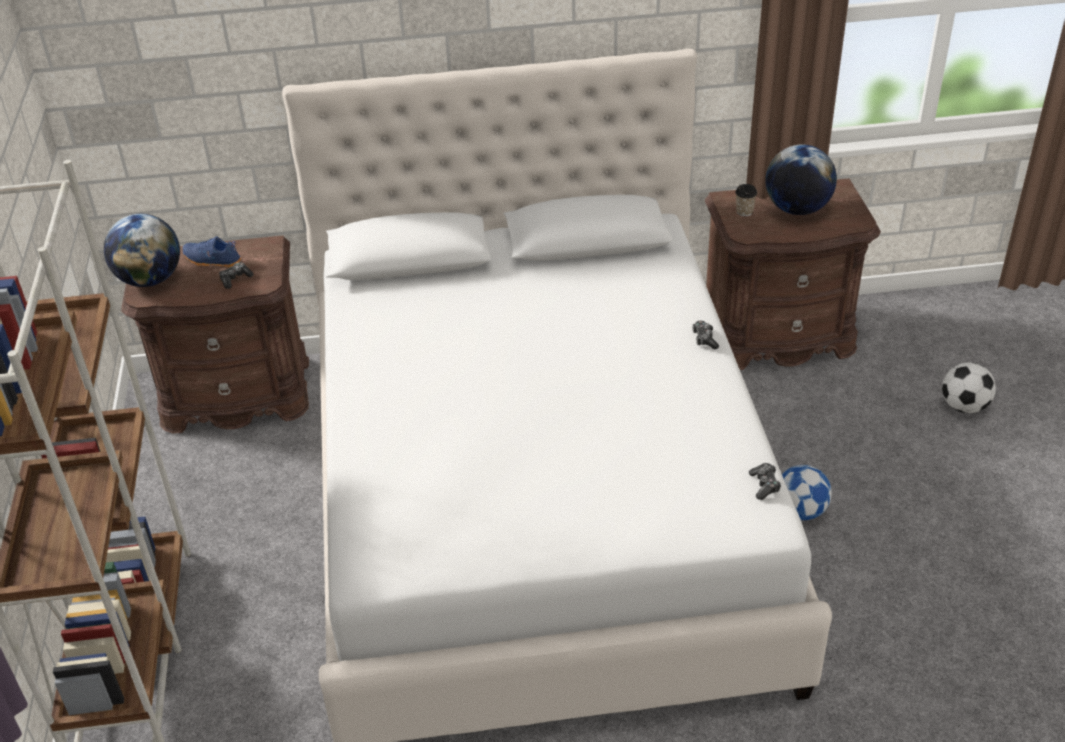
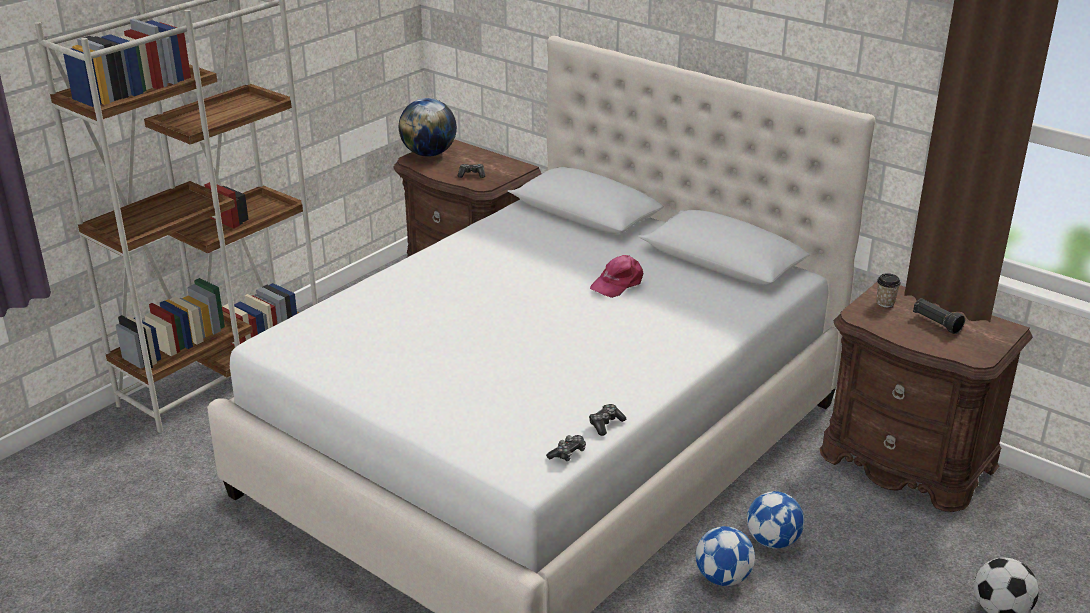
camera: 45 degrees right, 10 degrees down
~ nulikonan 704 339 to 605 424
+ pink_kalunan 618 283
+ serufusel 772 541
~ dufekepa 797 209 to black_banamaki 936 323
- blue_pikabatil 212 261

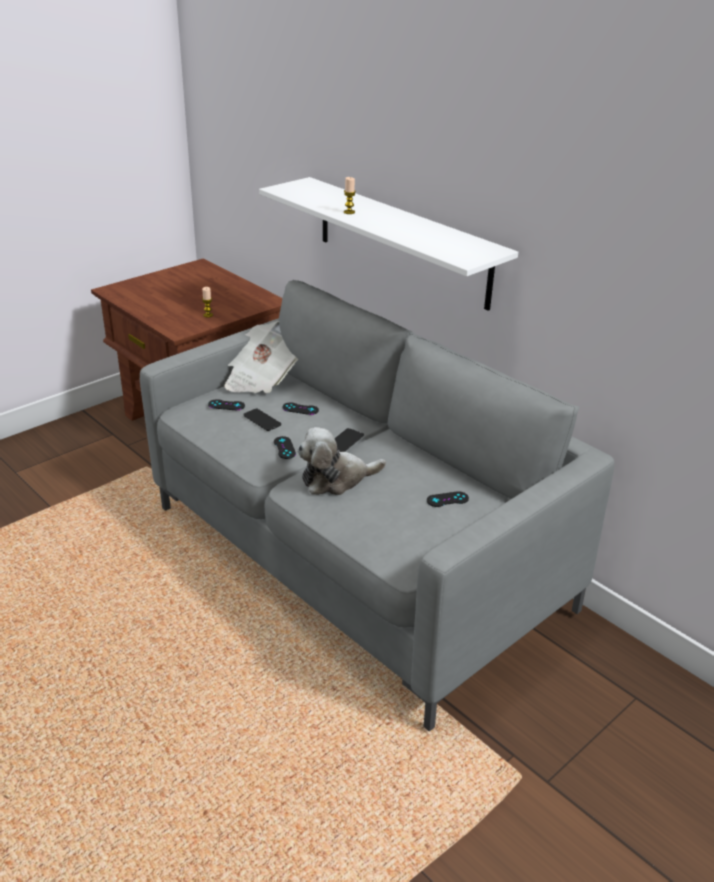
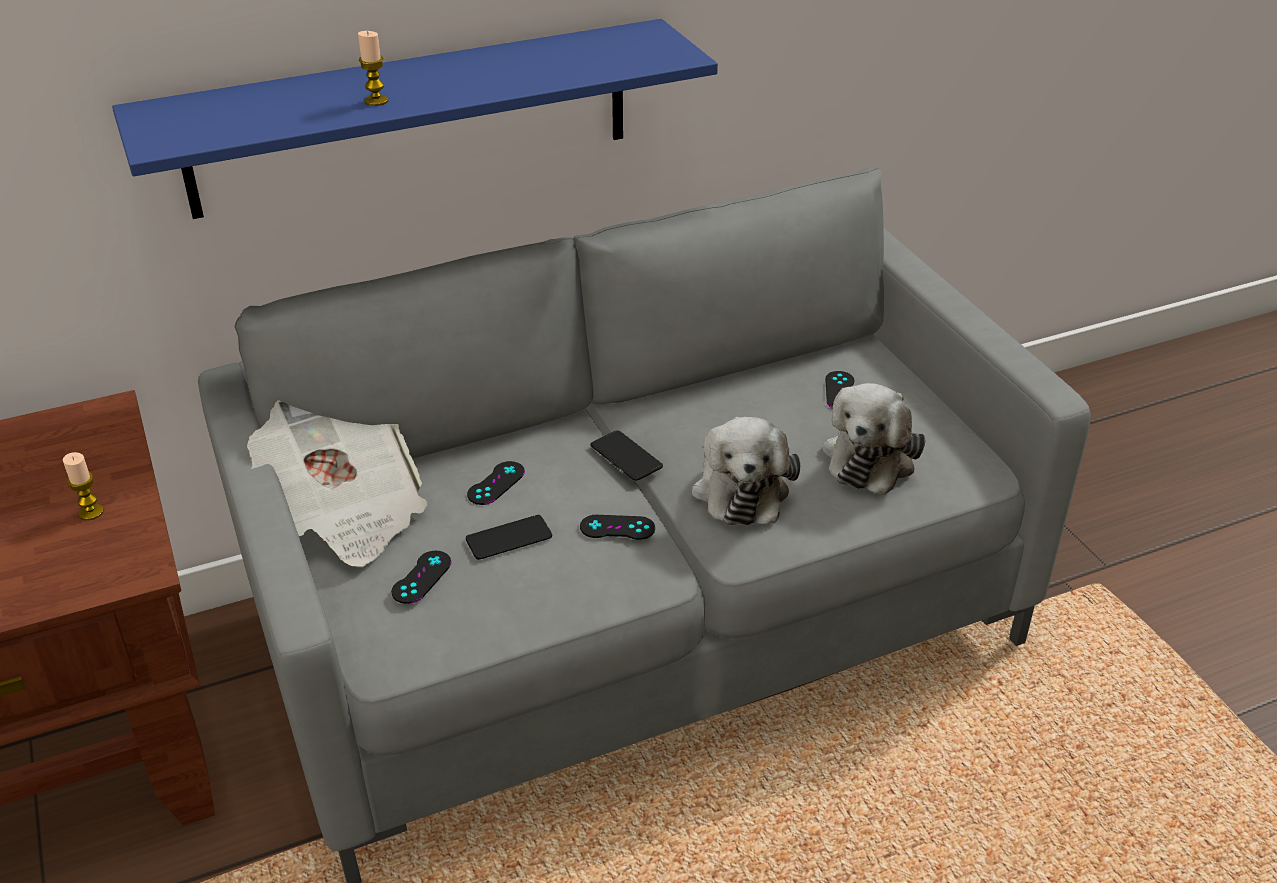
camera: 70 degrees left, 5 degrees up
~ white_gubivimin 402 242 to blue_gubivimin 412 118
+ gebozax 871 456

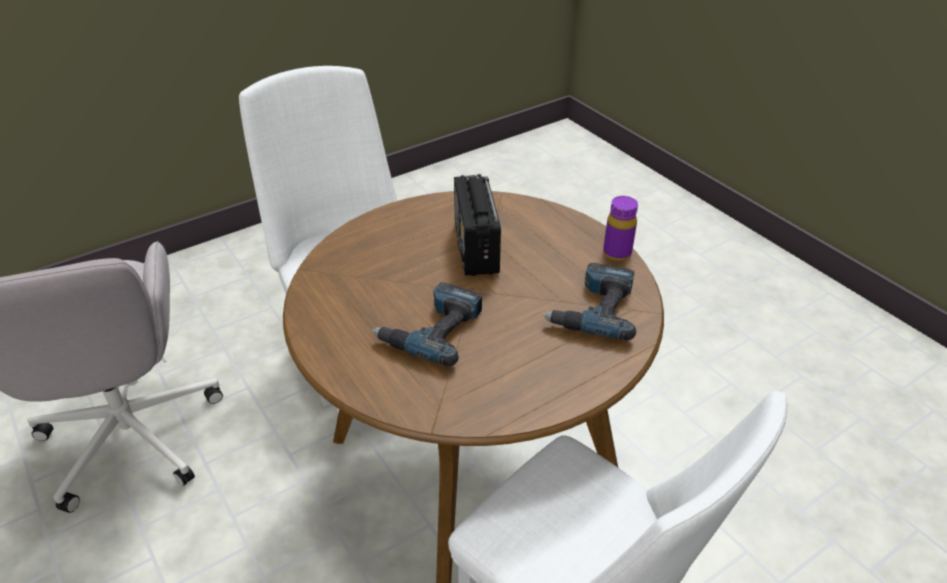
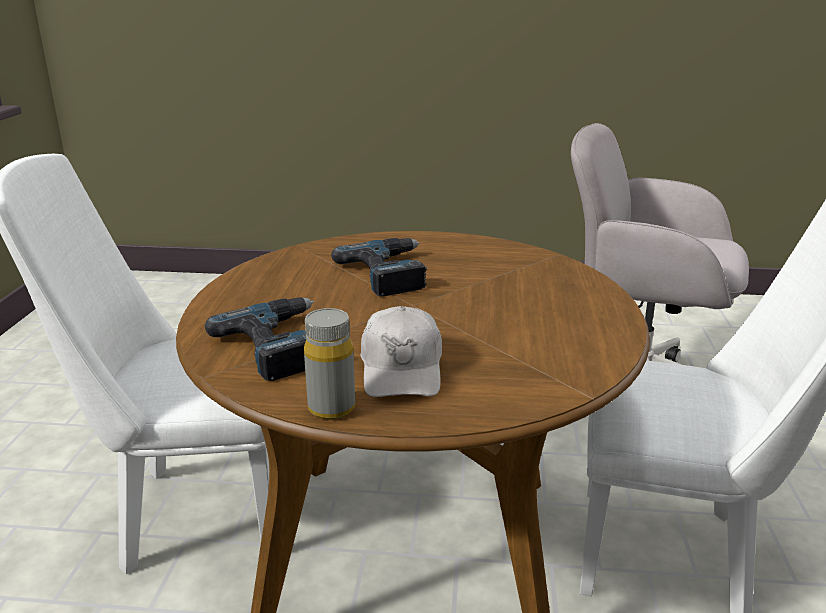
camera: 130 degrees right, 15 degrees down
~ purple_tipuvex 617 253 to grey_tipuvex 331 408
+ white_kalunan 402 369
- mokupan 476 249

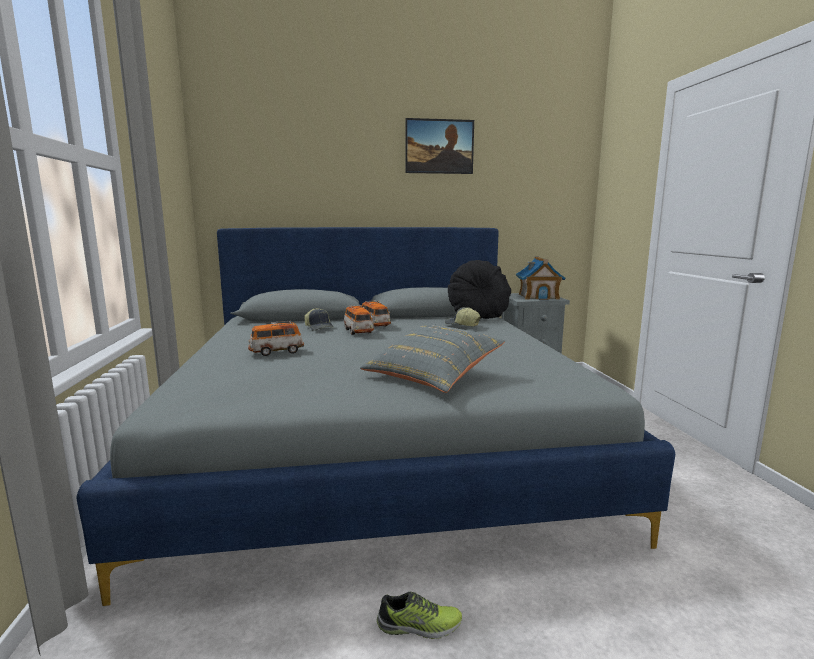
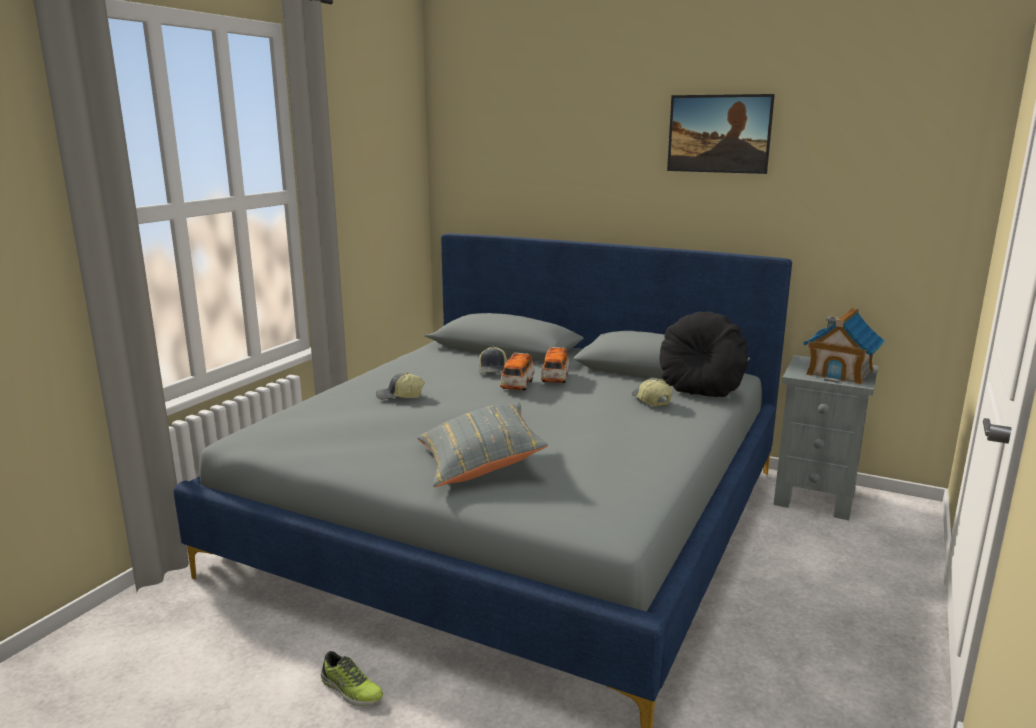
camera: 35 degrees right, 5 degrees up
~ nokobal 276 352 to kalunan 399 397

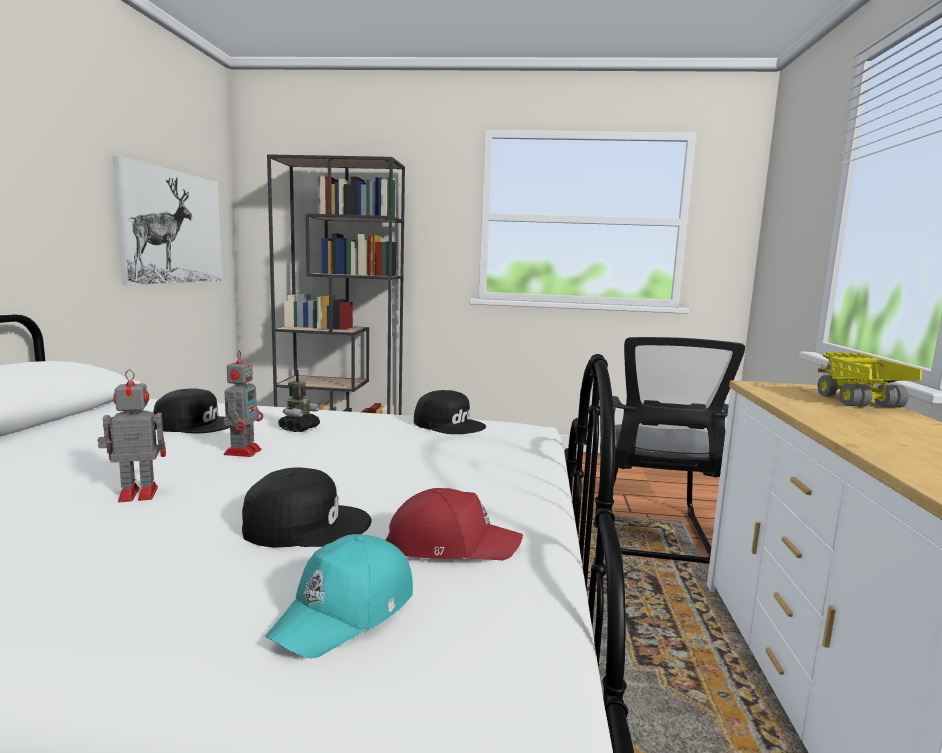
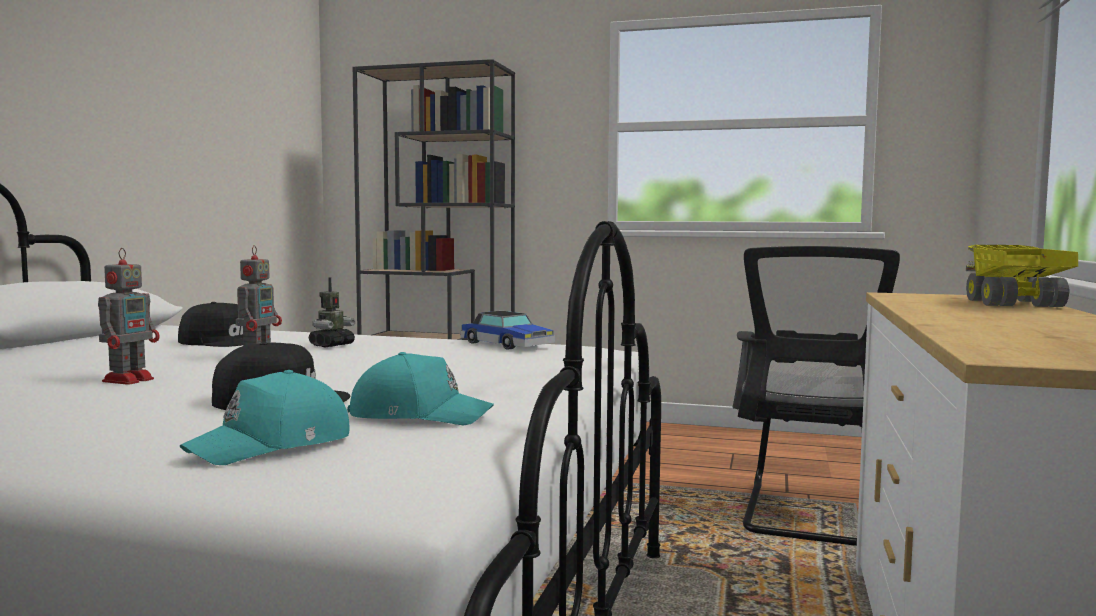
camera: 10 degrees right, 5 degrees down
~ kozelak 136 494 = 130 380 120 degrees clockwise
~ red_kalunan 450 545 to turquoise_kalunan 418 415
~ black_kalunan 449 424 to nokobal 506 345
- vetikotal 172 227

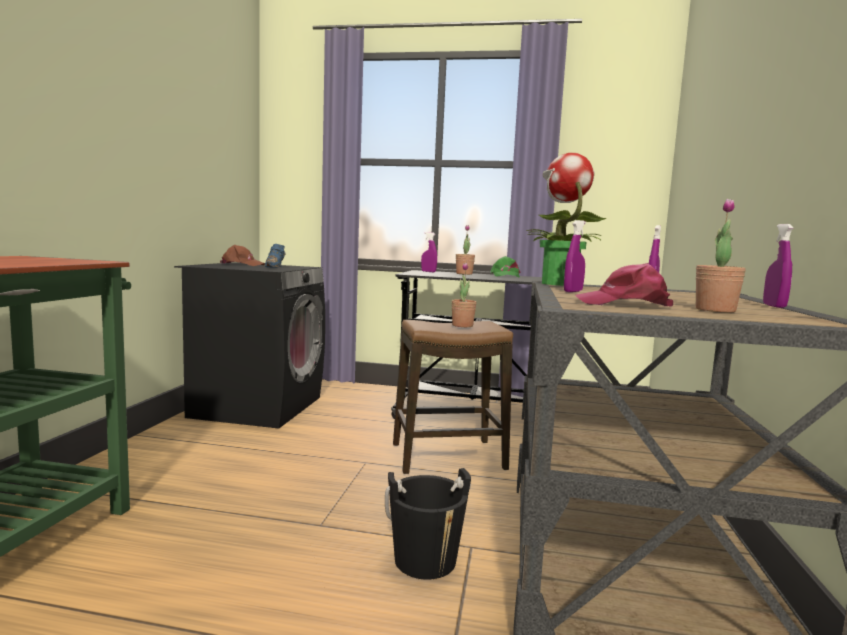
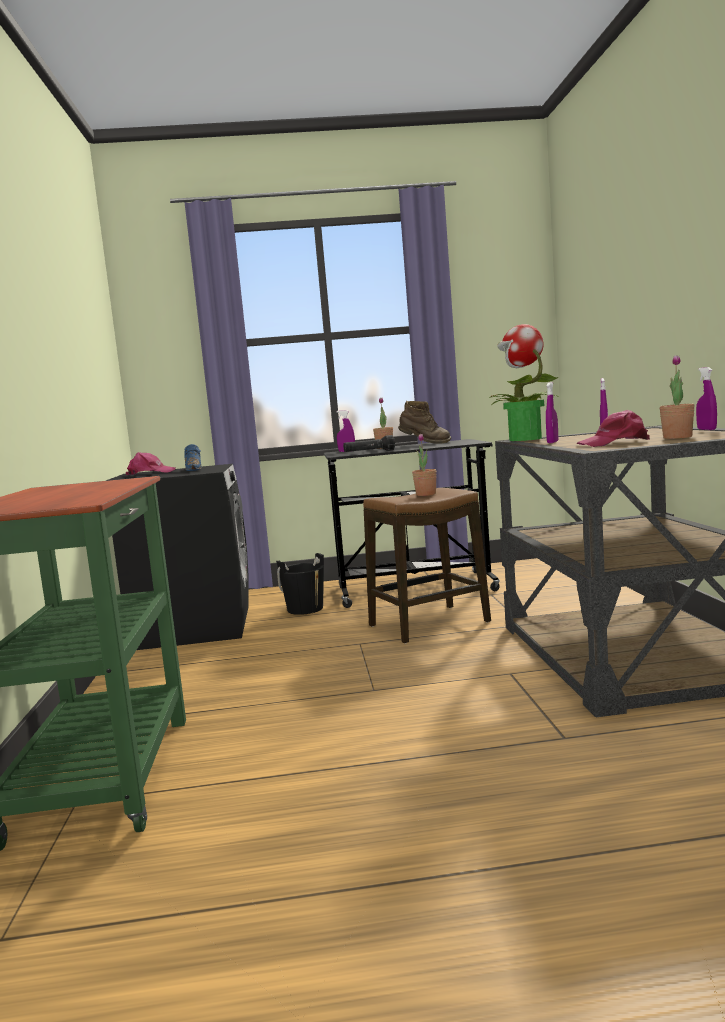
camera: 15 degrees left, 0 degrees up
~ brown_kalunan 242 264 to pink_kalunan 150 473
~ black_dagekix 425 560 to 305 609
+ black_banamaki 369 452
~ green_kalunan 505 276 to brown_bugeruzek 424 444

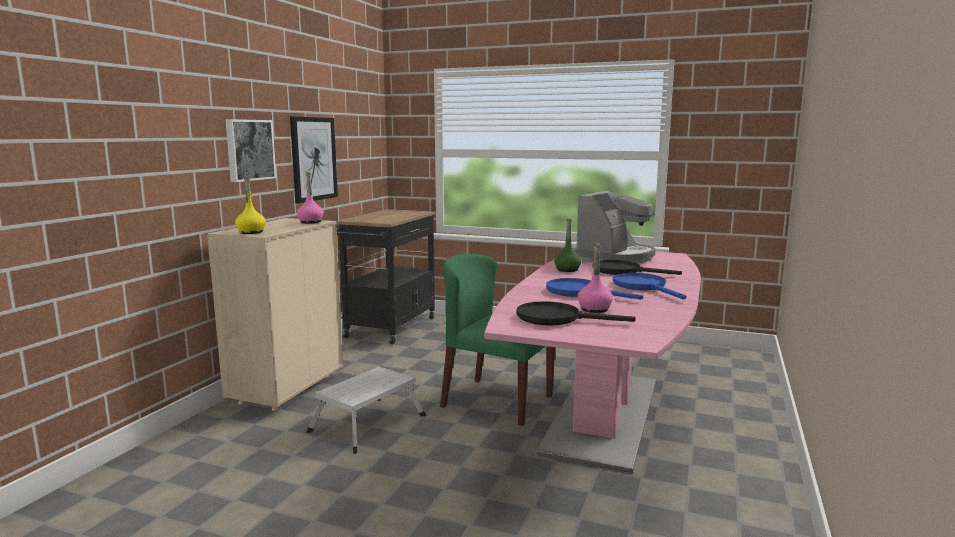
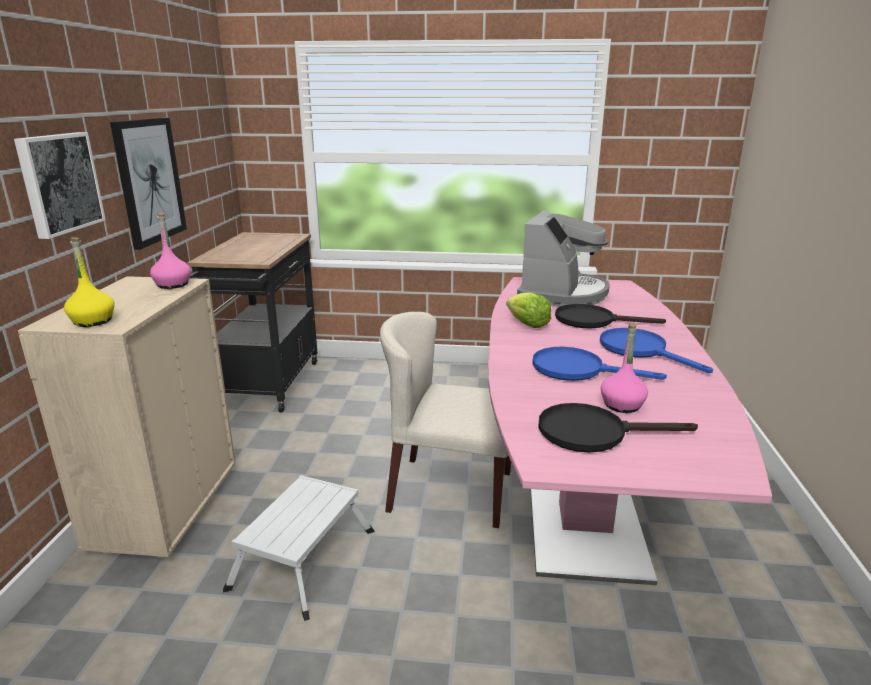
camera: 15 degrees left, 10 degrees up
~ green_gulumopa 496 401 to beige_gulumopa 449 491
~ green_tipuvex 567 270 to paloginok 527 324

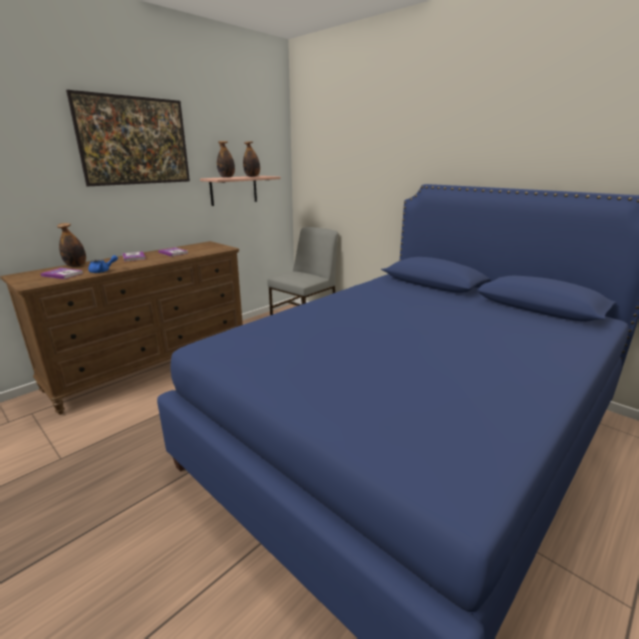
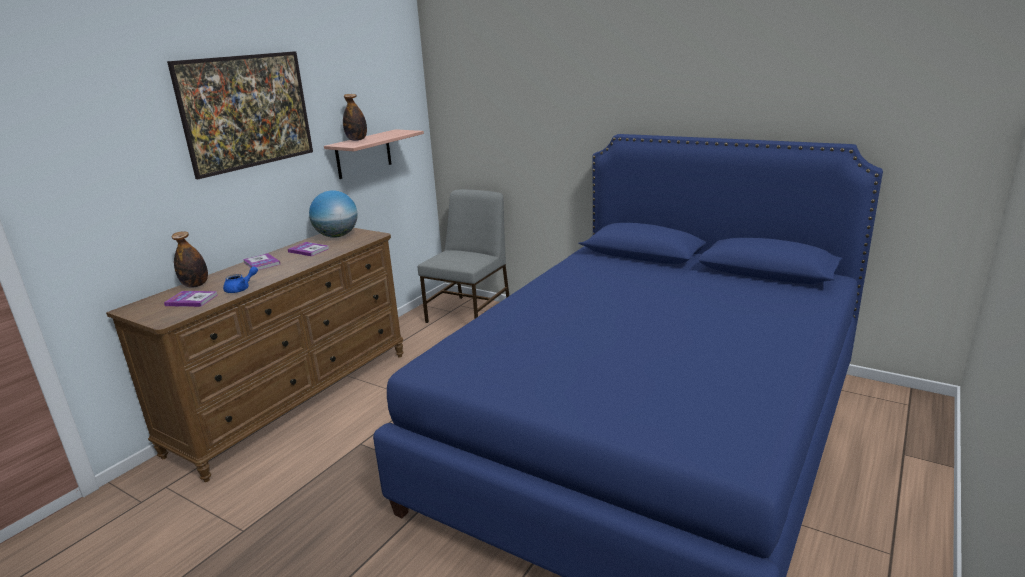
camera: 10 degrees left, 0 degrees up
+ dufekepa 337 236
- tipuvex 252 176

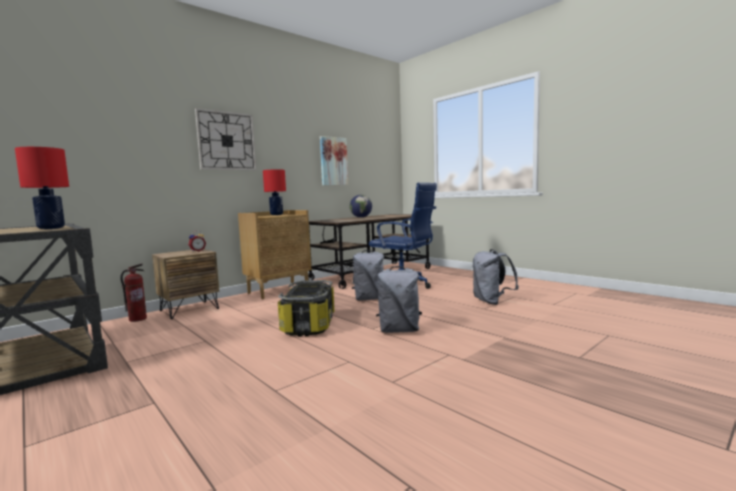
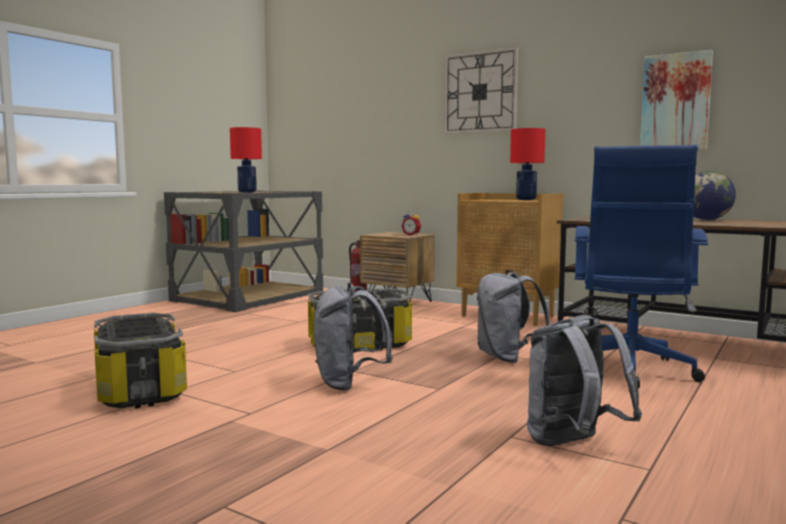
camera: 75 degrees right, 0 degrees up
+ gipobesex 139 390

